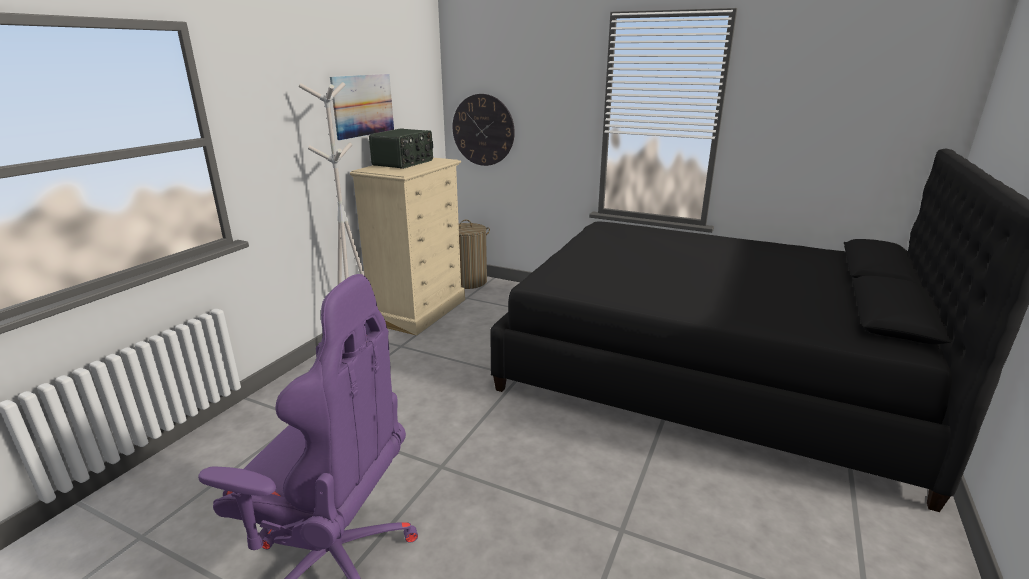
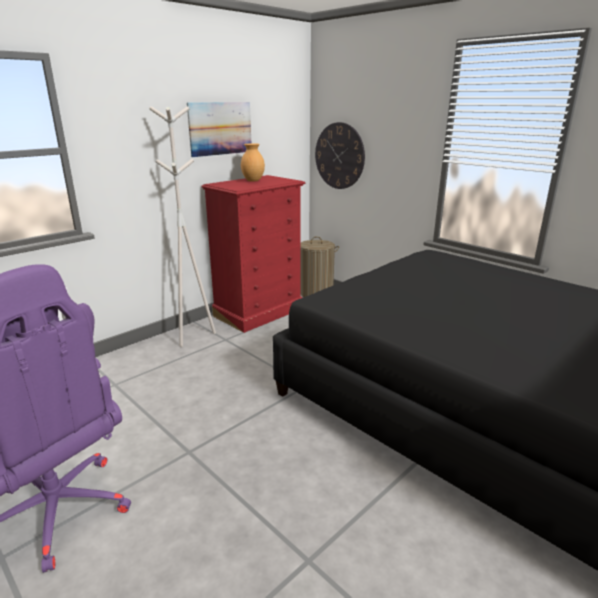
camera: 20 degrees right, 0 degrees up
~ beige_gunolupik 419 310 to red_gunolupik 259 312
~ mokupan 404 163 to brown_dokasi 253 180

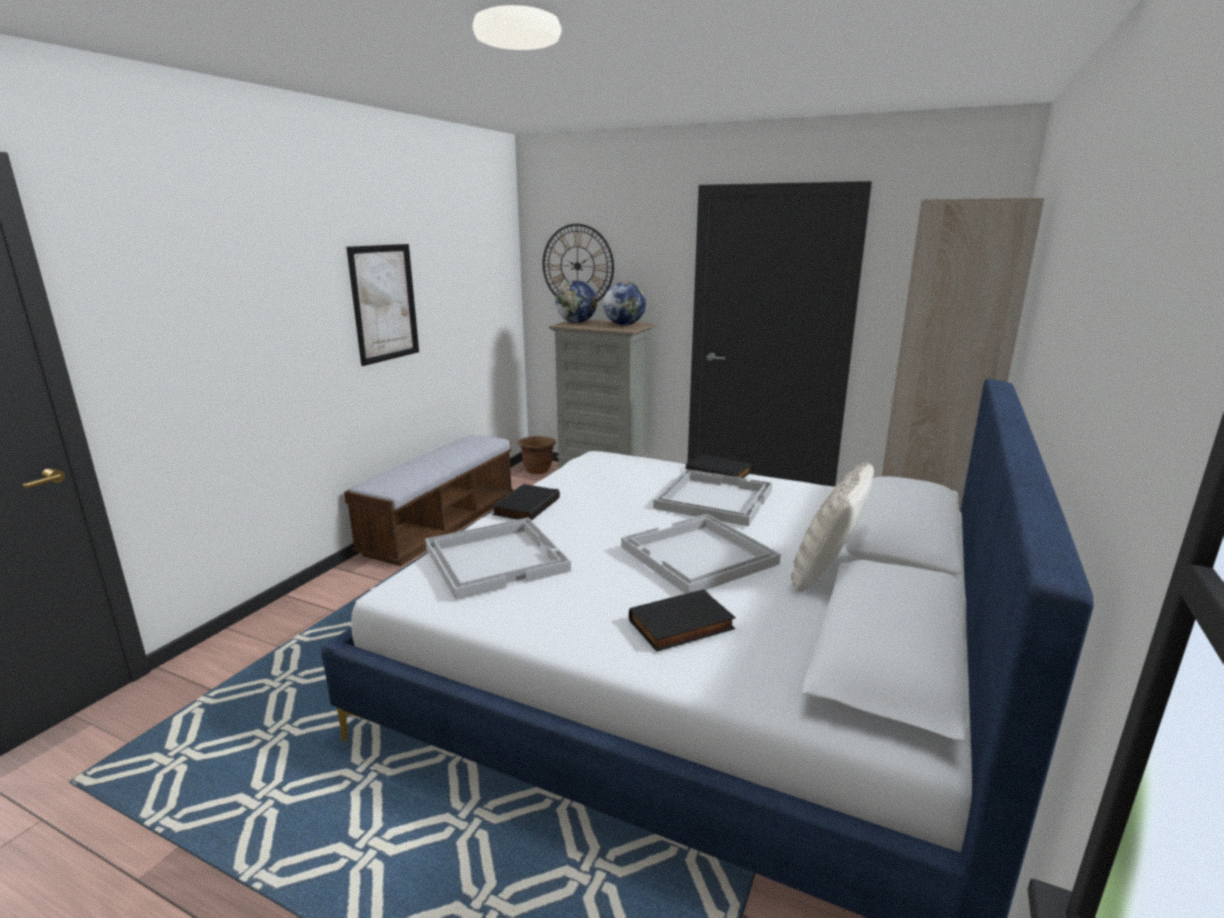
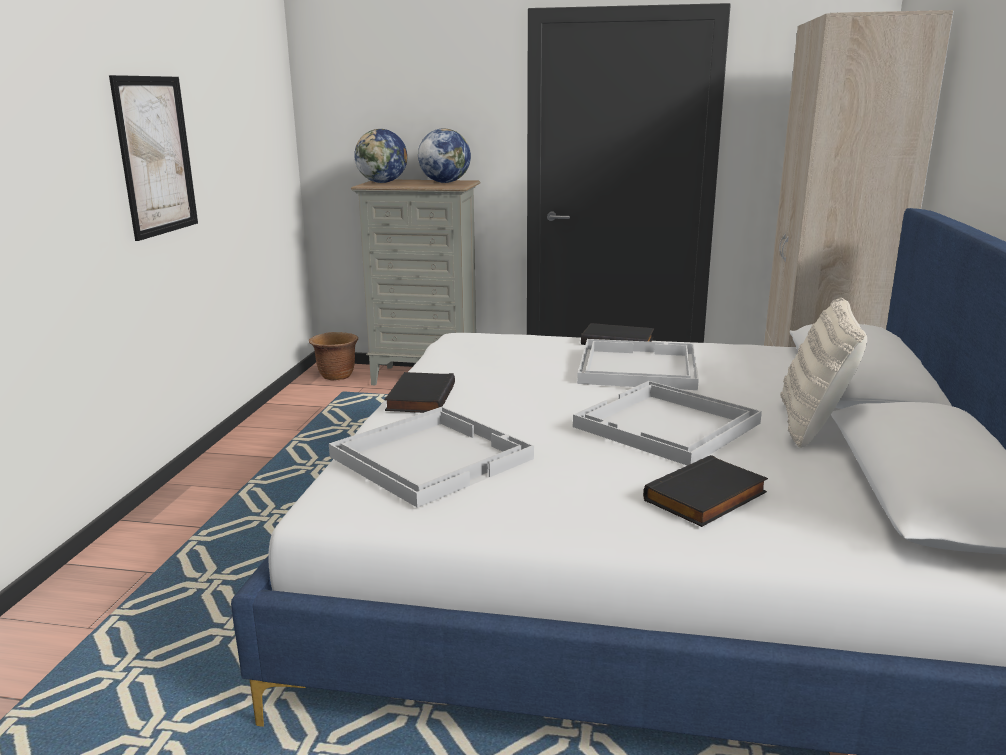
camera: 15 degrees left, 0 degrees up
- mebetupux 441 525
- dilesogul 577 266

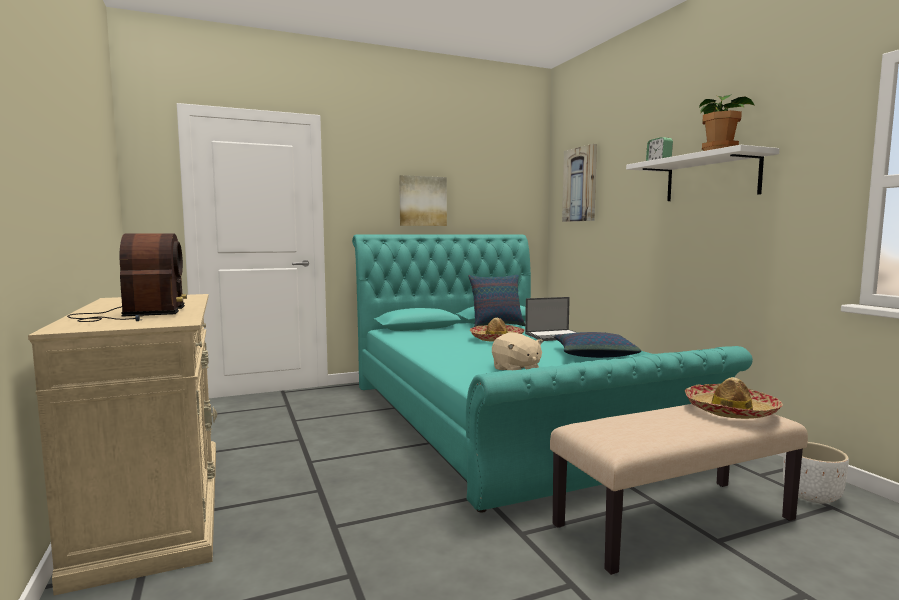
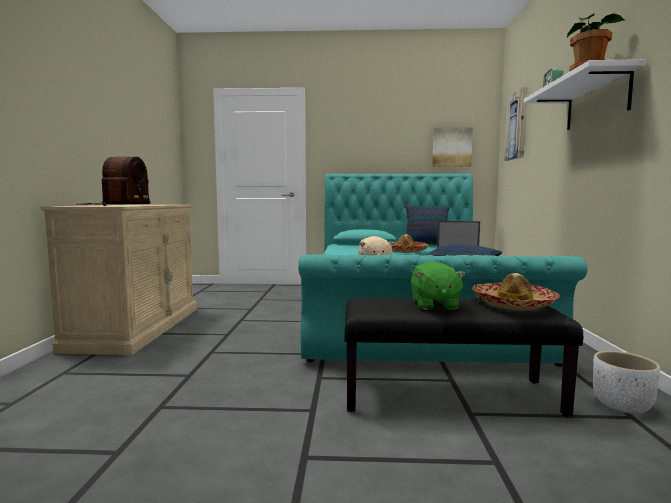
camera: 25 degrees right, 0 degrees up
~ beige_mebetupux 674 522 to black_mebetupux 449 395
+ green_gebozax 434 305
~ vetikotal 422 201 to 451 147

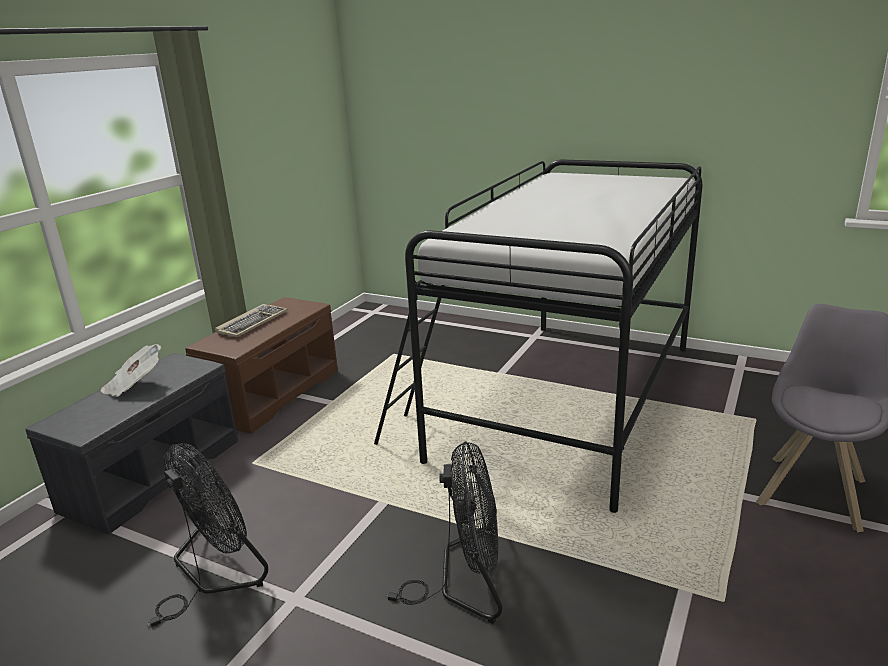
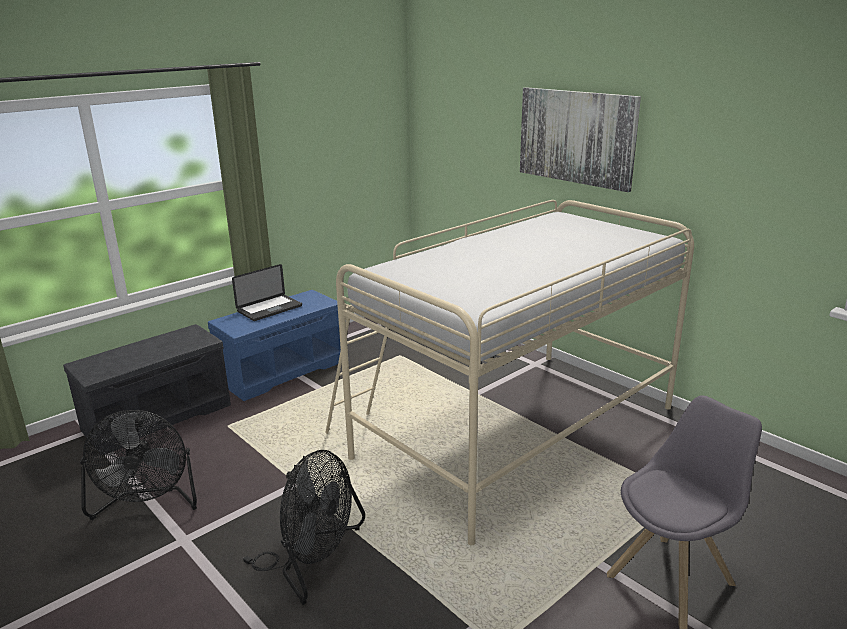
camera: 20 degrees right, 0 degrees up
~ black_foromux 208 570 = 144 501 105 degrees clockwise
~ brown_mebetupux 273 393 to blue_mebetupux 282 370
~ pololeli 252 322 to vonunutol 269 309
~ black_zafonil 565 400 to beige_zafonil 512 432
+ vetikotal 576 137
- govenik 134 385

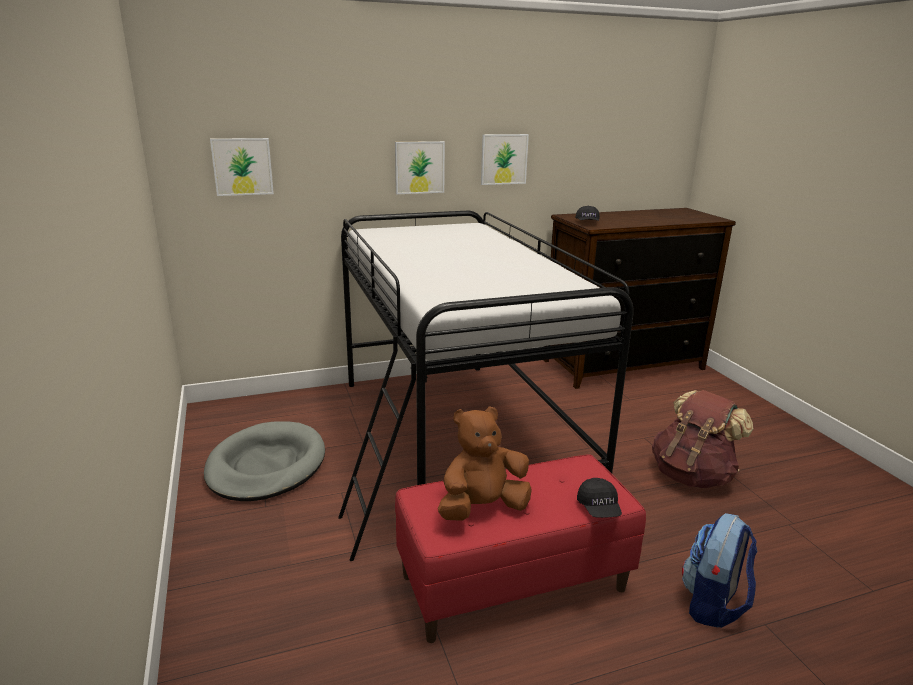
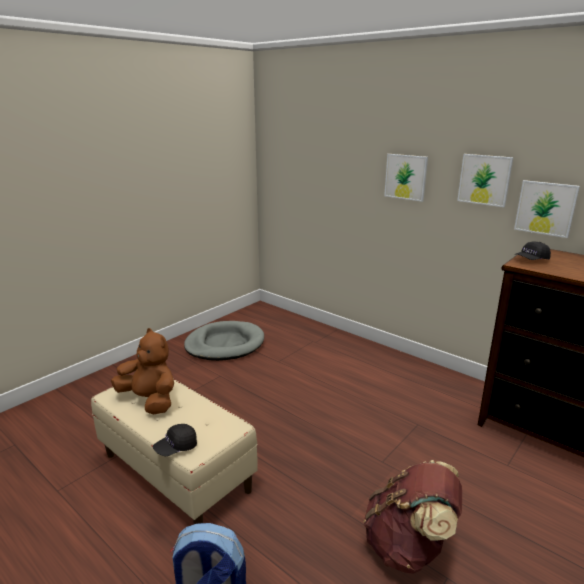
camera: 60 degrees right, 0 degrees up
~ red_mebetupux 513 582 to beige_mebetupux 177 472
~ vetikotal 242 166 to 545 208
- black_zafonil 454 441

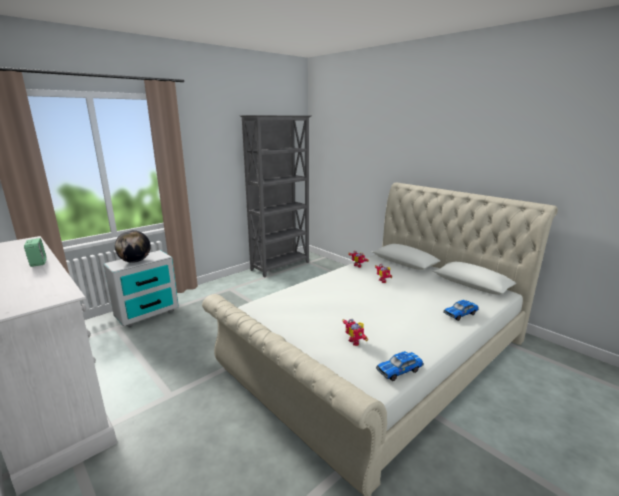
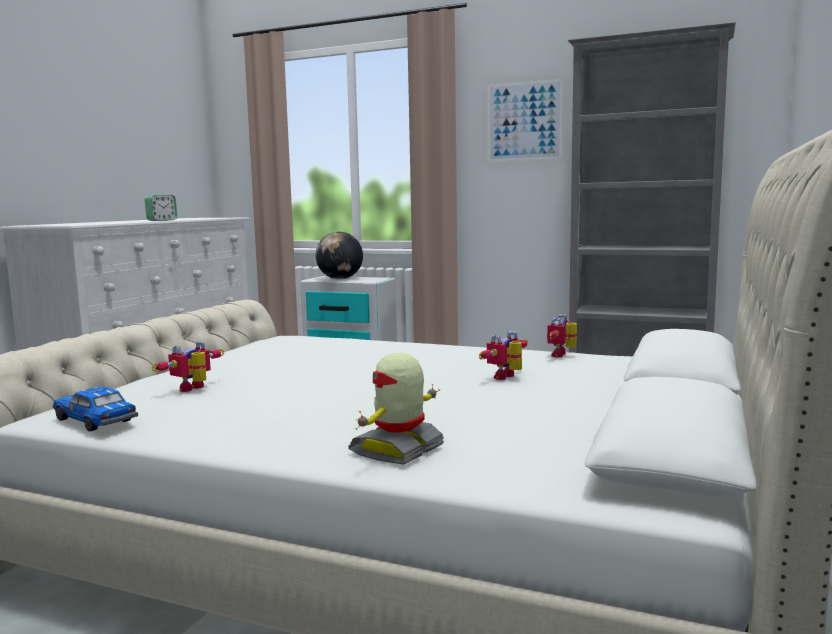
camera: 65 degrees right, 10 degrees down
~ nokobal 460 314 to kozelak 399 450
+ vetikotal 524 121

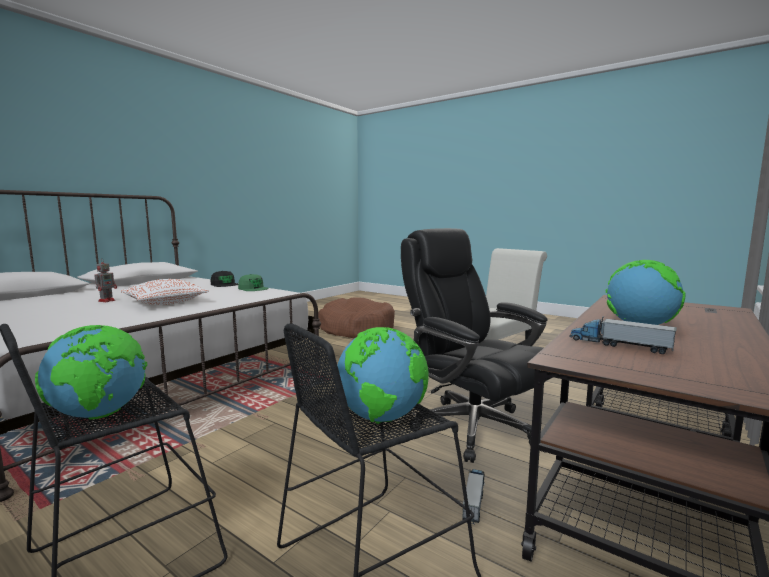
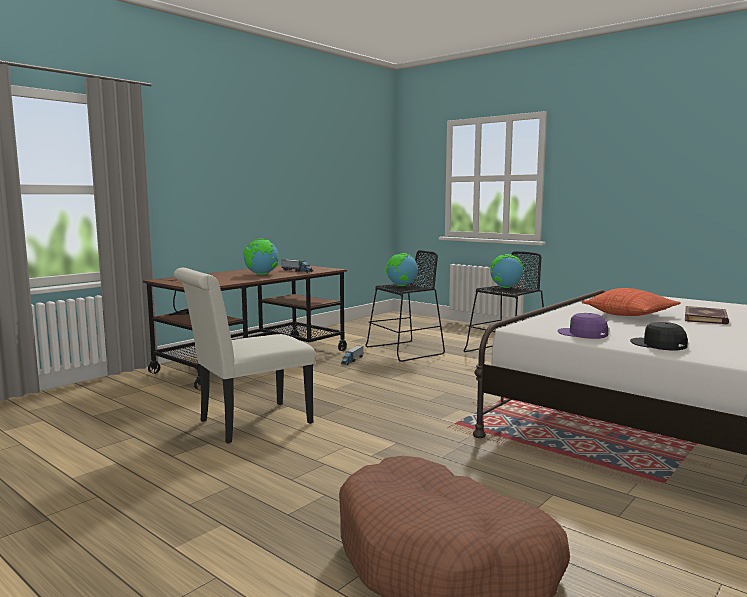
camera: 175 degrees left, 0 degrees up
~ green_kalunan 253 288 to purple_kalunan 583 334
~ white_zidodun 165 302 to orange_zidodun 629 315
~ kozelak 107 300 to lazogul 706 318
- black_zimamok 473 428

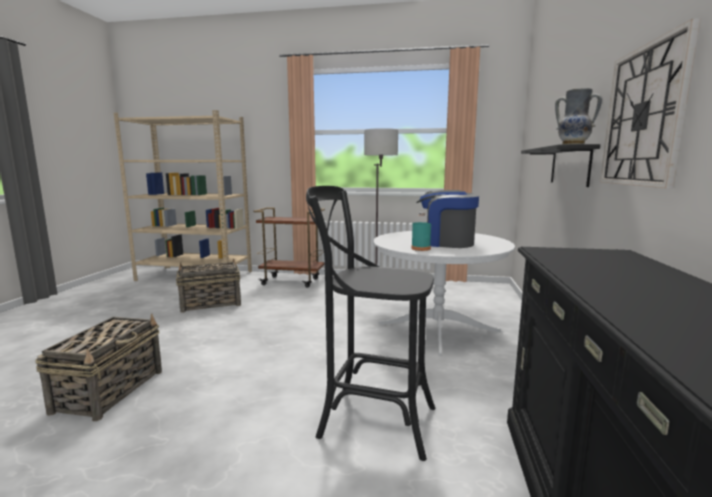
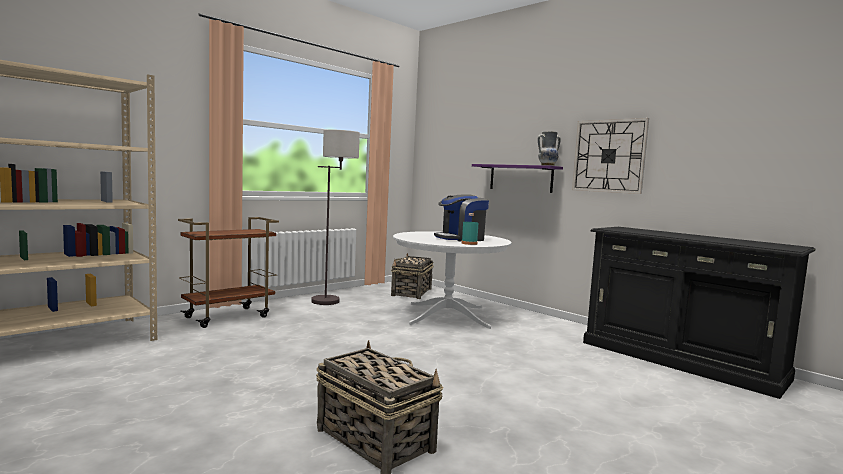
camera: 55 degrees left, 5 degrees down
~ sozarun 210 303 to 411 292
~ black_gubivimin 570 166 to purple_gubivimin 520 178
- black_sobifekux 372 420

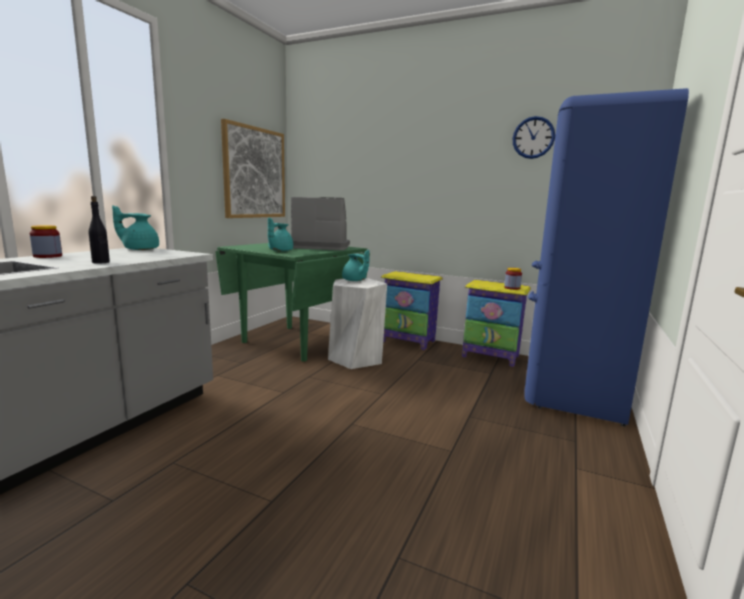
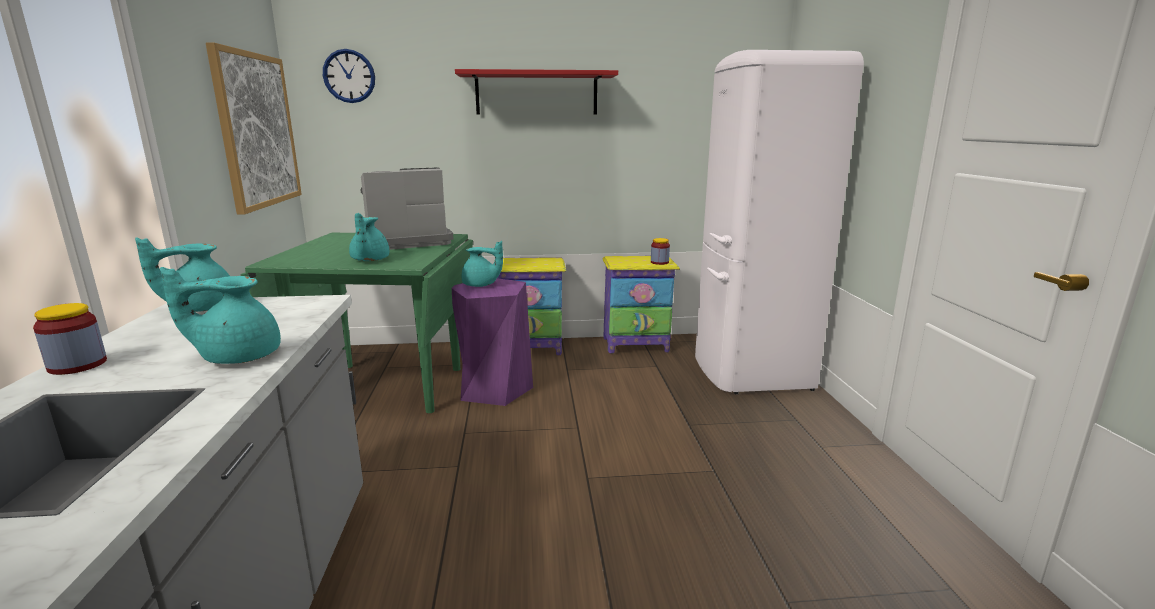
camera: 30 degrees left, 5 degrees up
~ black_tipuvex 101 262 to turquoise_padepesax 238 356
~ dilesogul 533 137 to 349 76
~ white_sobifekux 356 358 to purple_sobifekux 494 389
+ red_gubivimin 536 93
~ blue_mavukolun 571 397 to white_mavukolun 748 372

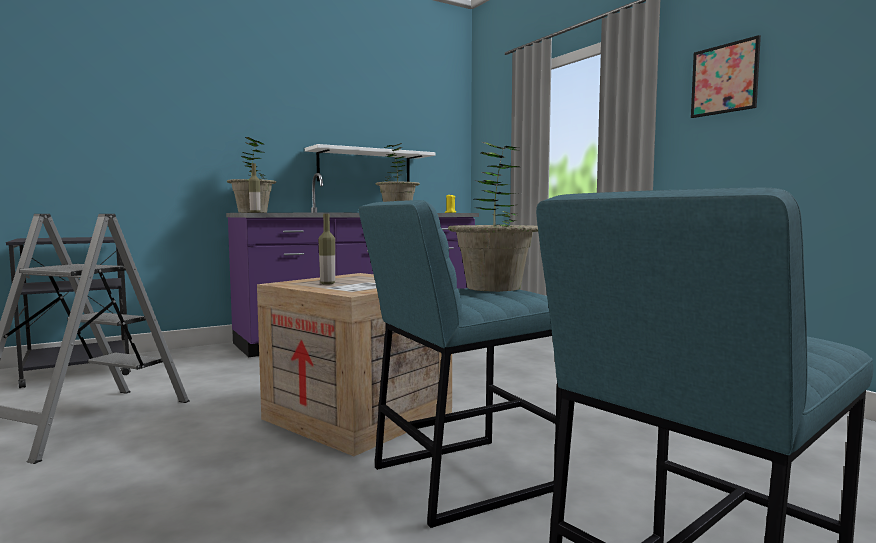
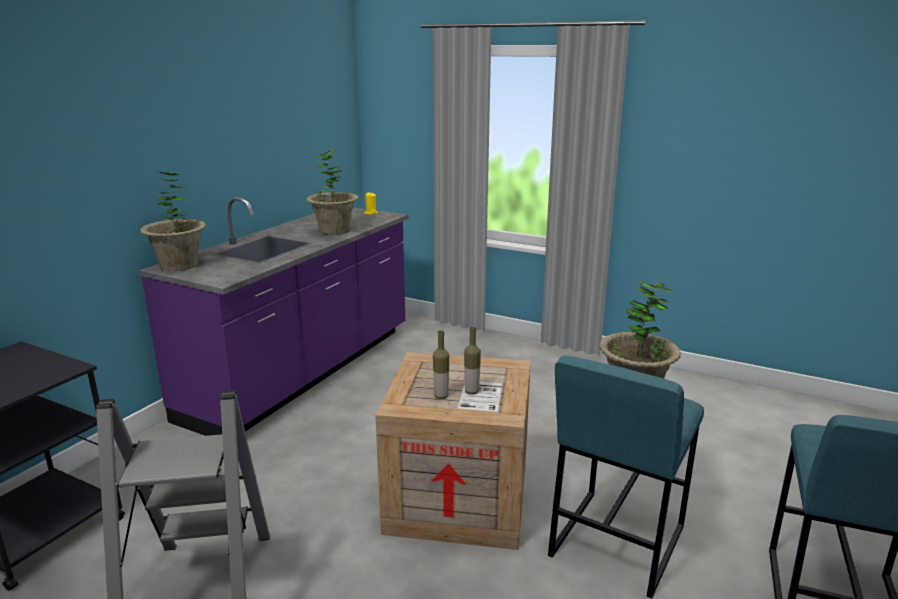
camera: 30 degrees left, 15 degrees up
~ tipuvex 255 212 to 471 391
- white_gubivimin 365 167
- vetikotal 724 79

